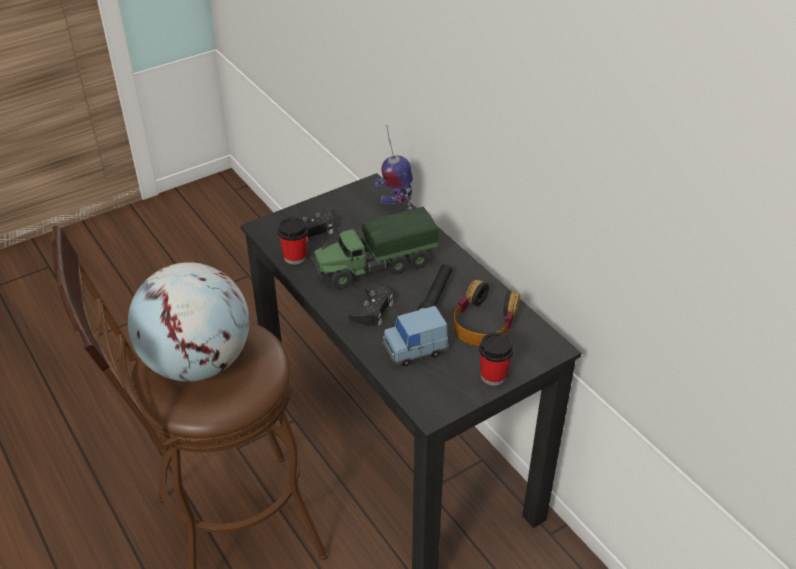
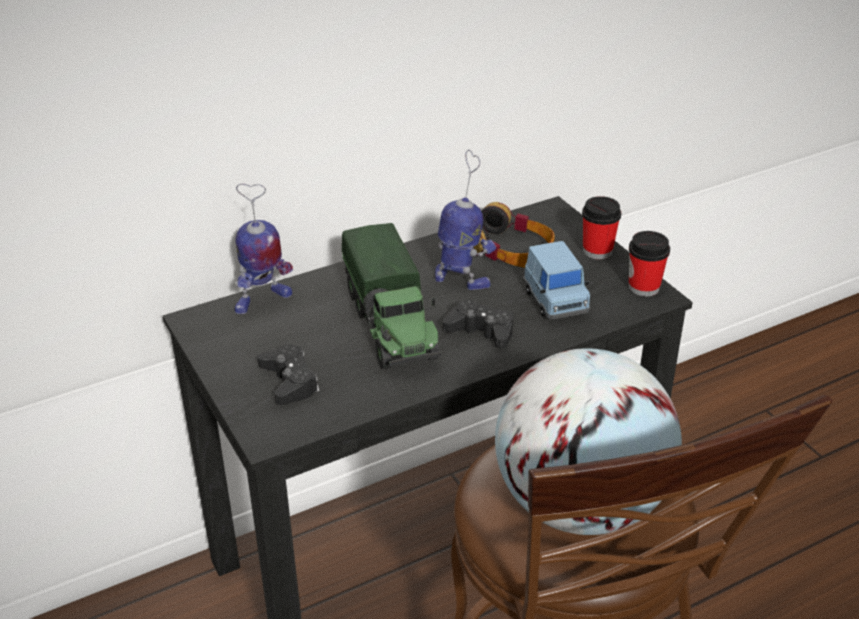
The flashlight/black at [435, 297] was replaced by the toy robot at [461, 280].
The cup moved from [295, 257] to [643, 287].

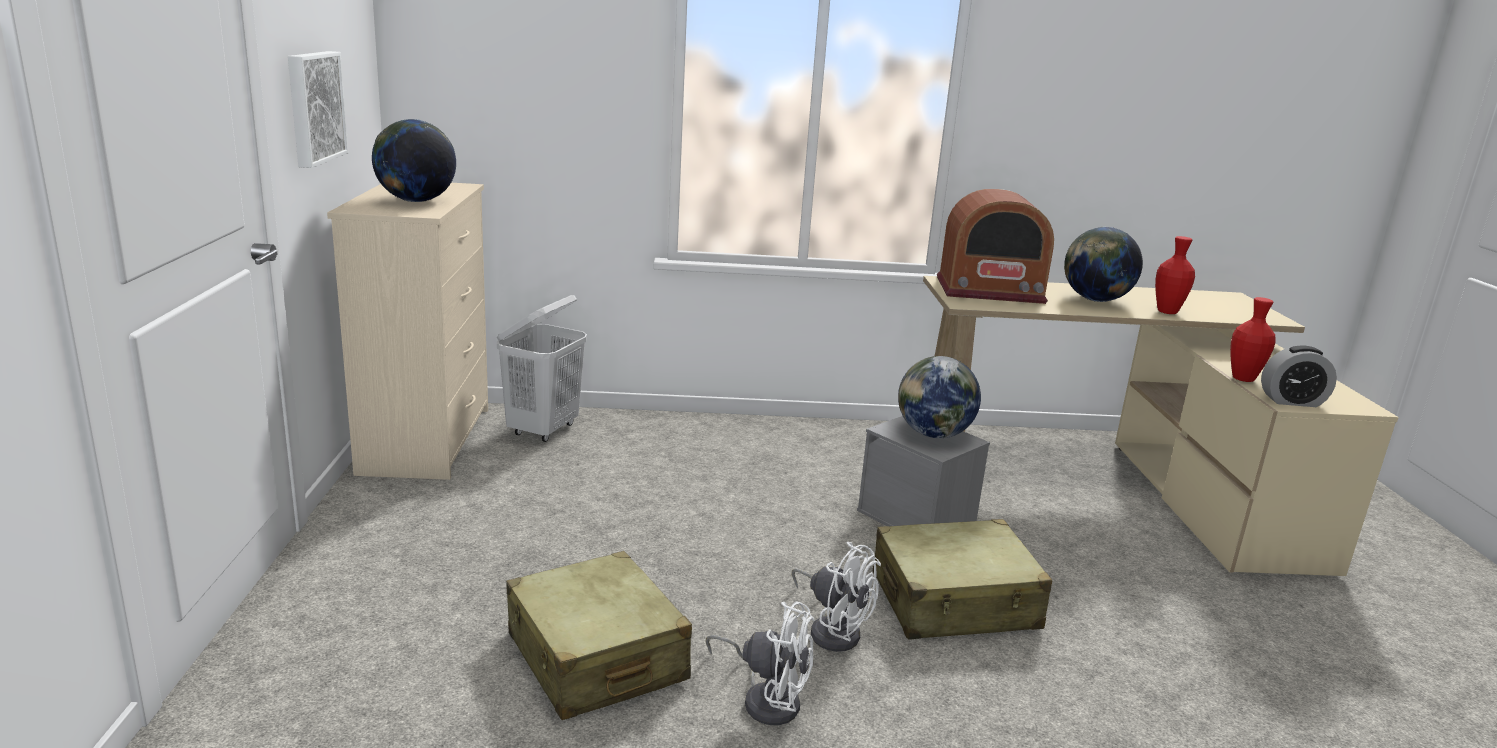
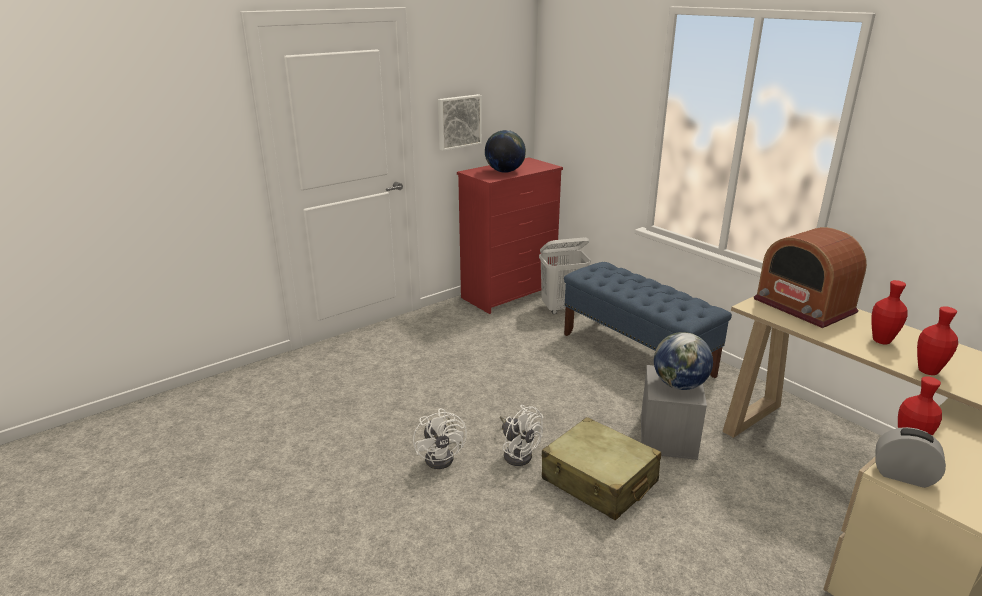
The dresser/beige at [428, 439] became the dresser/red at [510, 294].
The fan/white at [832, 630] turned 45 degrees counterclockwise.
The bench/blue at [637, 354] appeared.
The globe at [1095, 300] was replaced by the vase/red at [881, 341].
The alarm clock at [1292, 401] turned 150 degrees clockwise.
The suitcase/beige at [596, 658] disappeared.

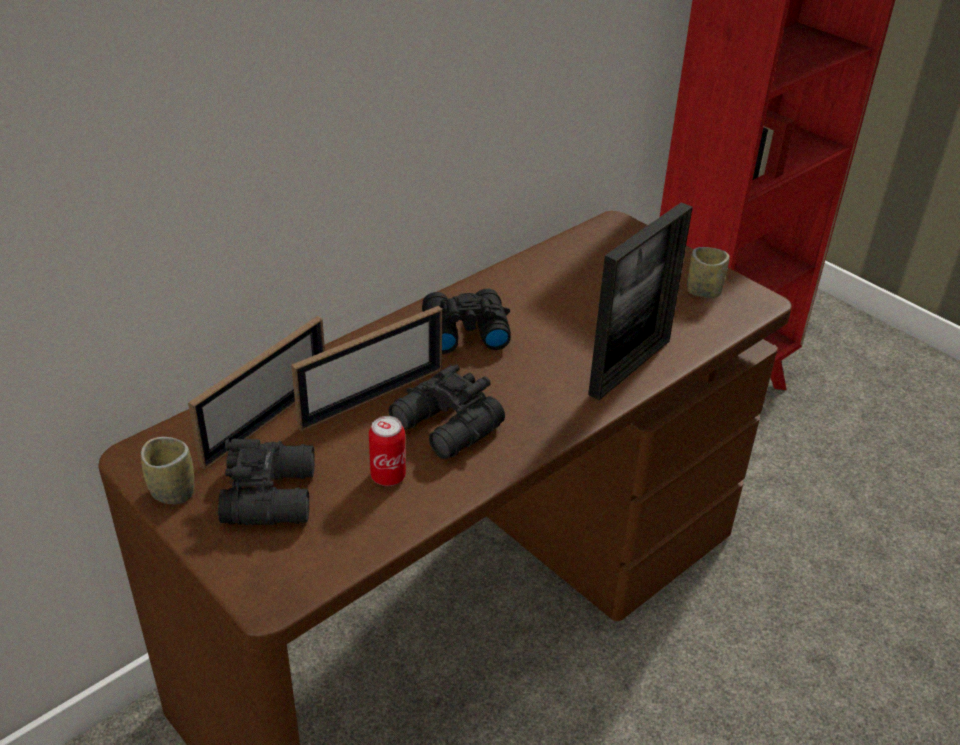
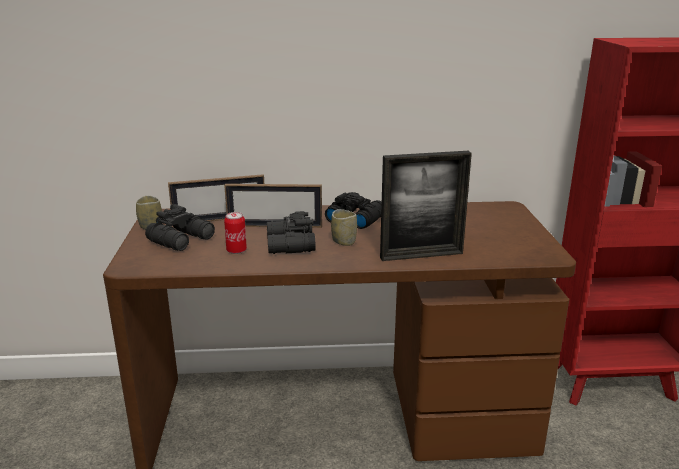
The cup moved from [703, 291] to [344, 242].

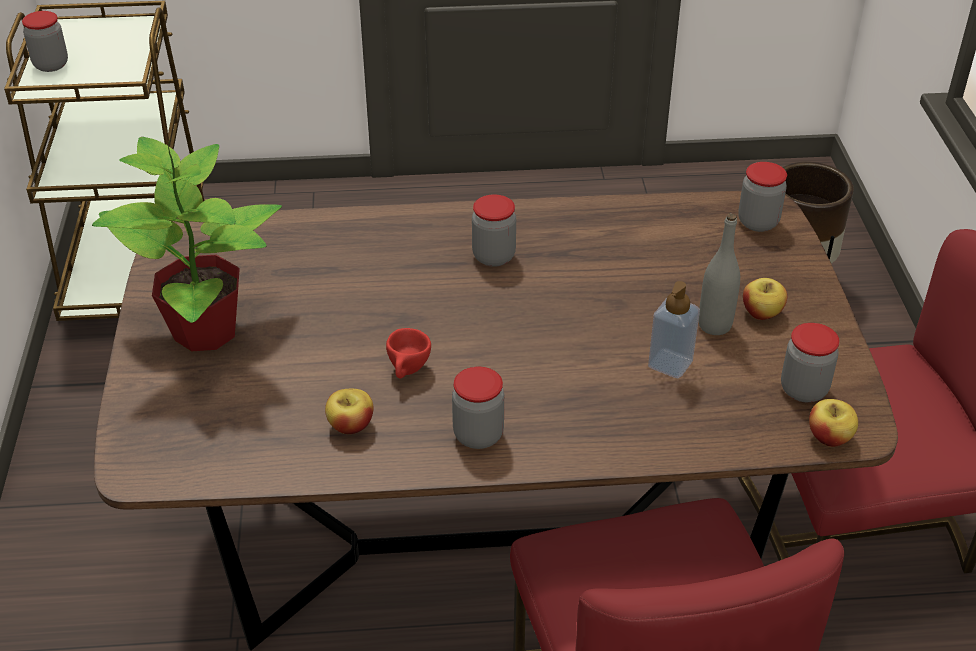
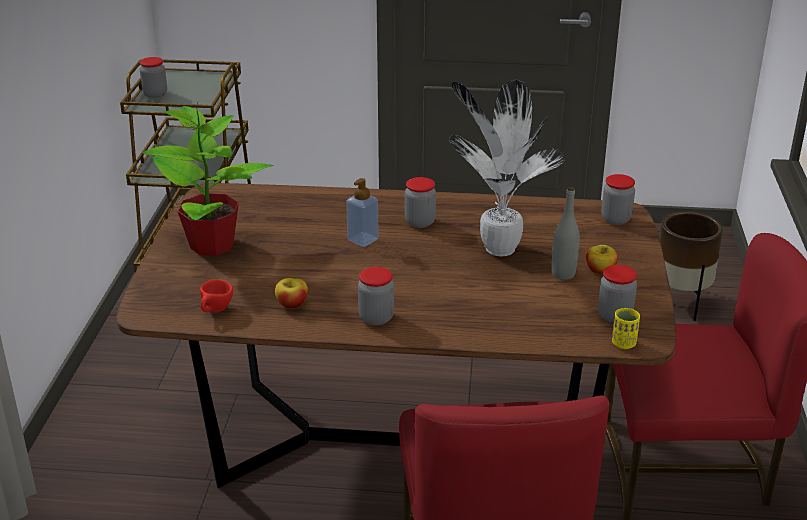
The cup/red moved from [408, 373] to [215, 312].
The soap dispenser moved from [670, 364] to [363, 240].
The potted plant at [496, 250] appeared.
The apple at [829, 437] was replaced by the cup/yellow at [623, 343].

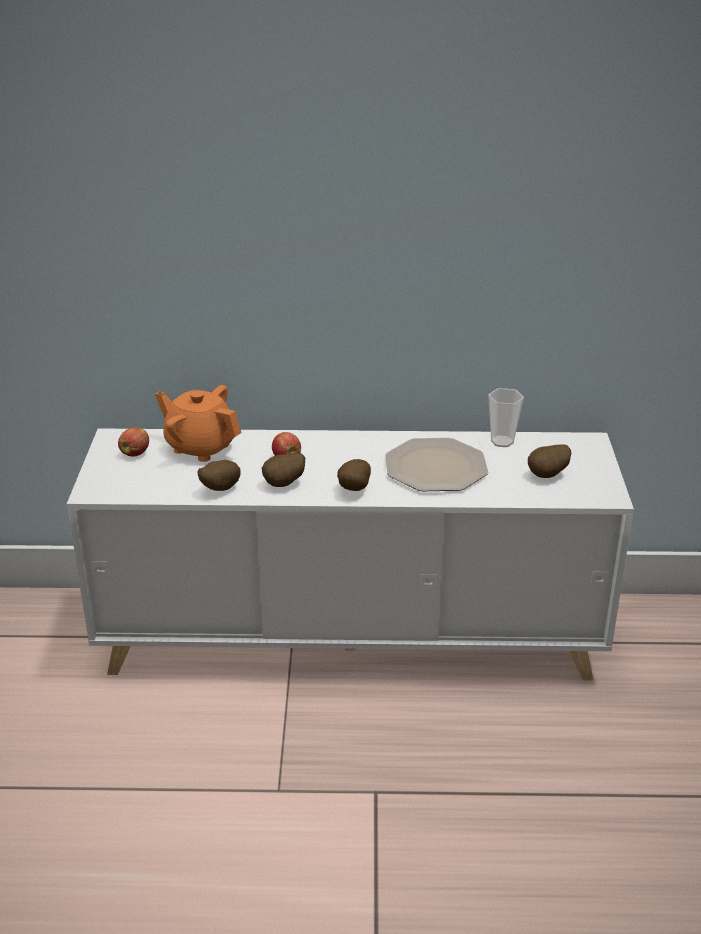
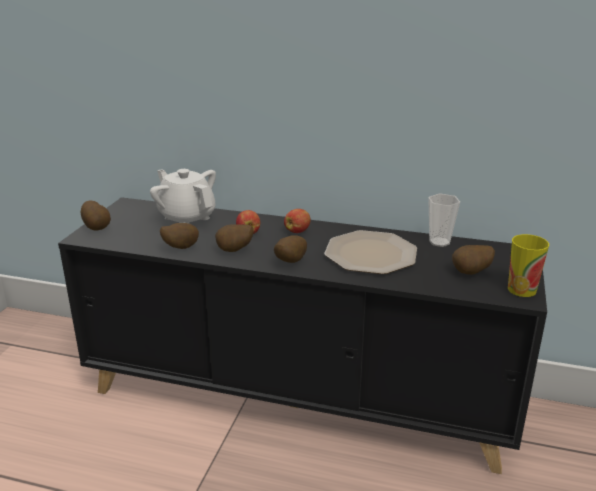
The cabinet/white at [352, 638] became the cabinet/black at [299, 397].
The potato at [97, 228] appeared.
The teapot/orange at [200, 447] became the teapot/white at [187, 217].
The apple moved from [135, 453] to [297, 231].
The cup at [521, 289] appeared.

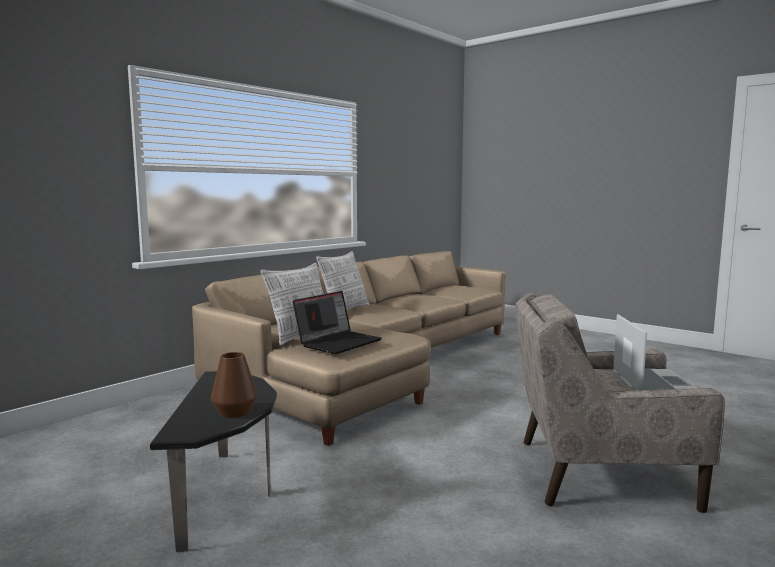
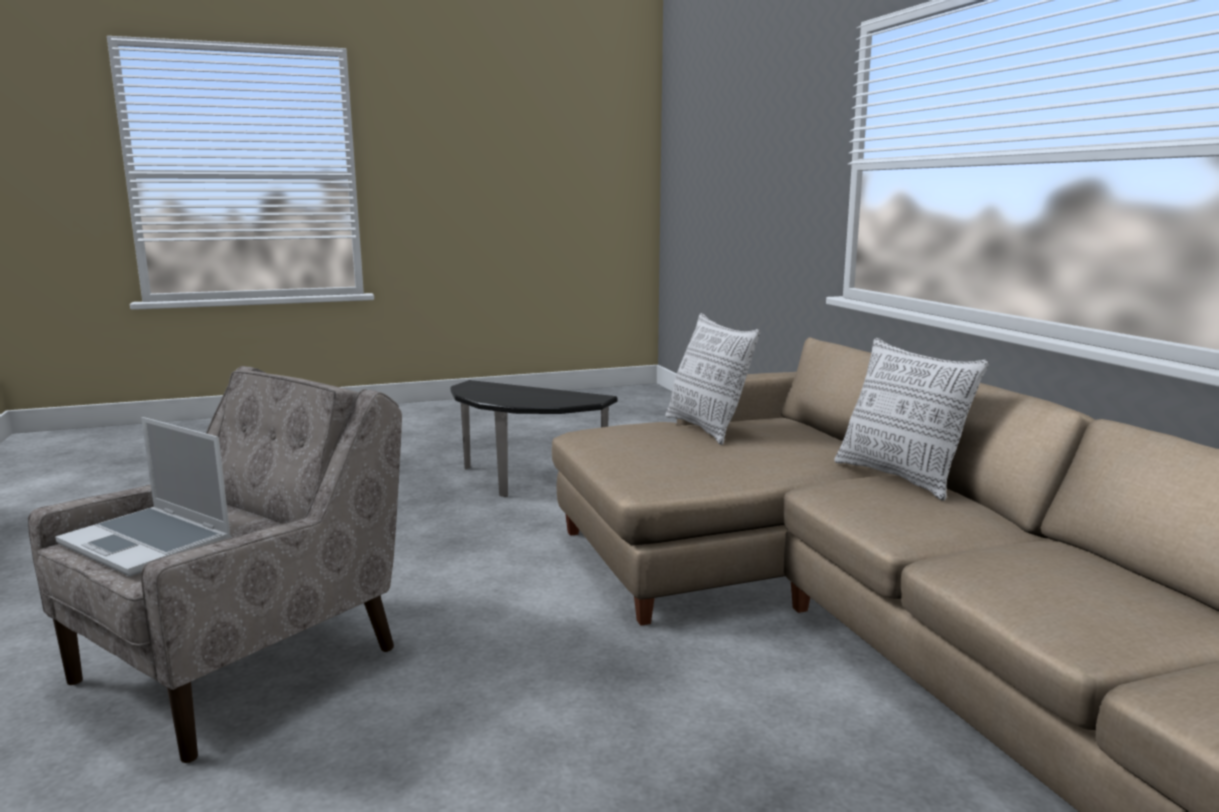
The vase/brown at [234, 412] disappeared.
The laptop at [338, 342] disappeared.

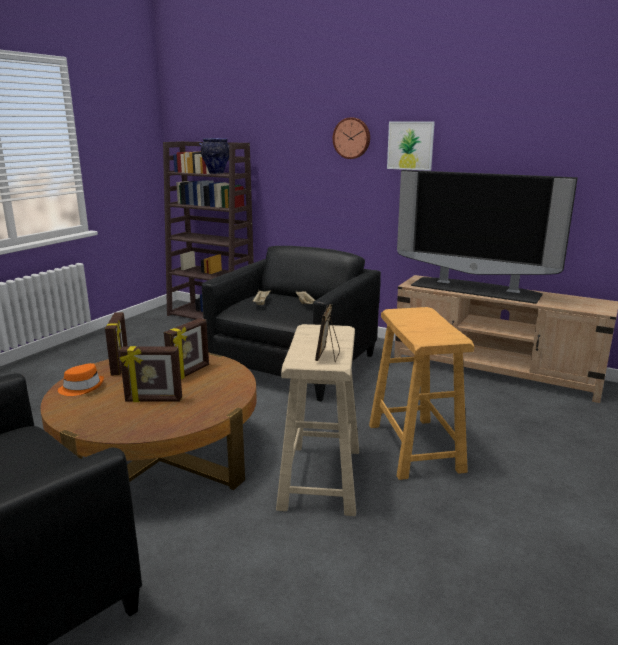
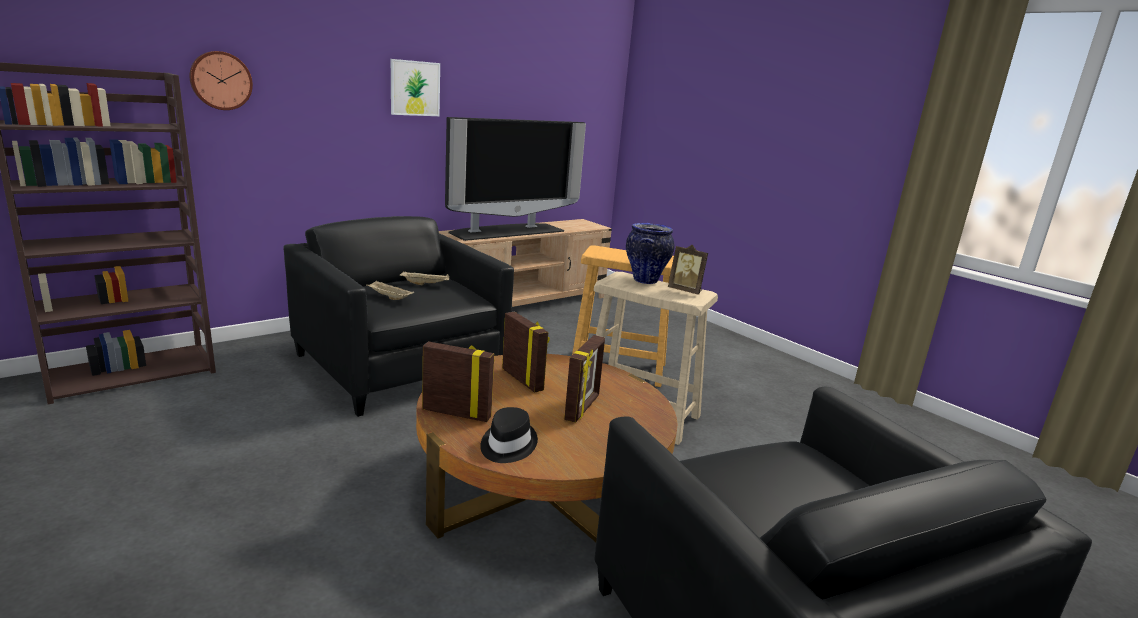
The wall clock moved from [352, 138] to [220, 80].
The hat/orange at [82, 387] became the hat/black at [507, 445].
The vase moved from [216, 173] to [645, 280].

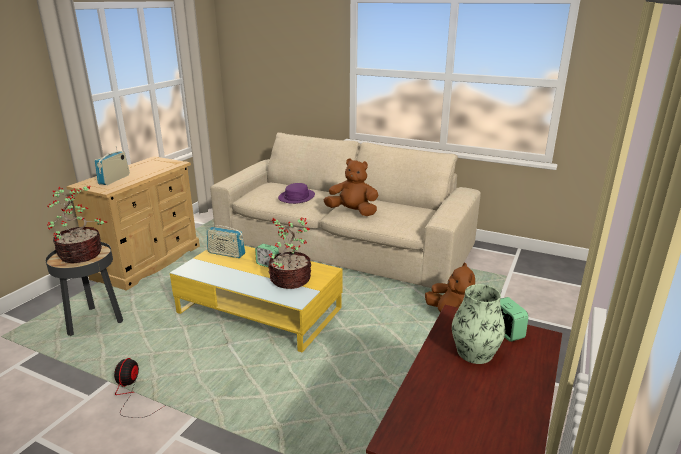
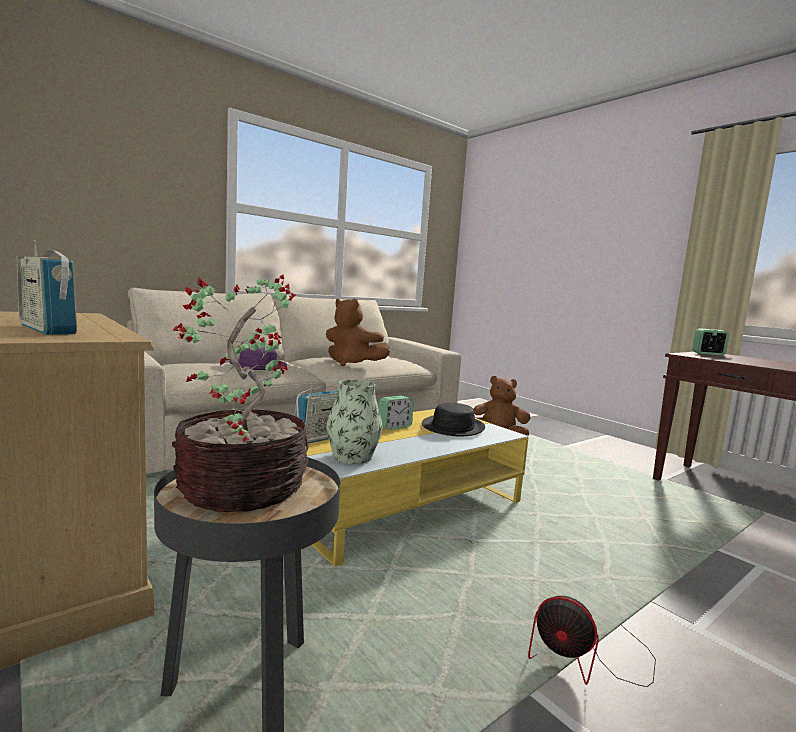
The plush toy/brown at [352, 212] turned 105 degrees counterclockwise.
The vase moved from [474, 352] to [352, 457].
The potted plant at [289, 280] was replaced by the hat/black at [453, 427].

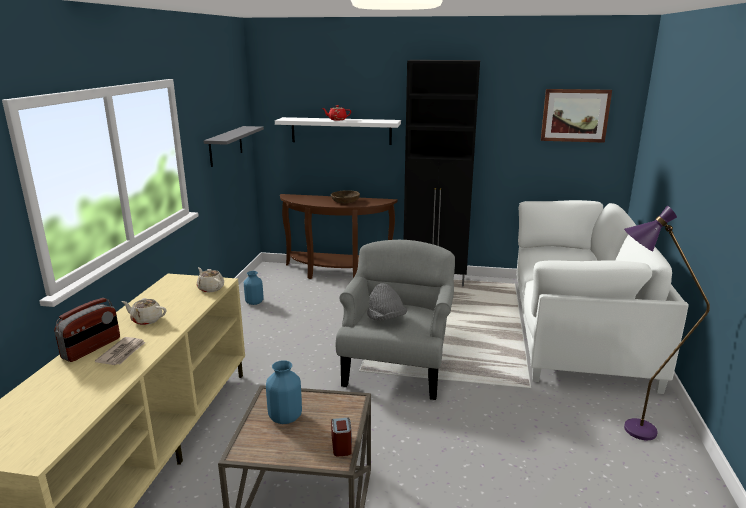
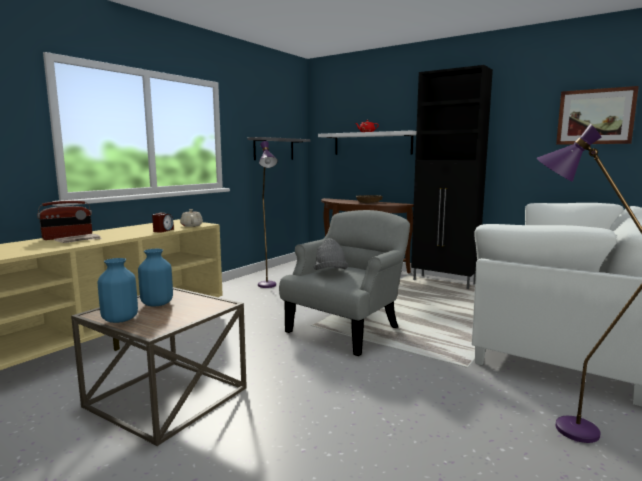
The vase/blue moved from [254, 302] to [120, 319].
The alarm clock moved from [341, 445] to [163, 230].
The floor lamp/purple at [268, 287] appeared.
The teapot/beige at [146, 320] disappeared.

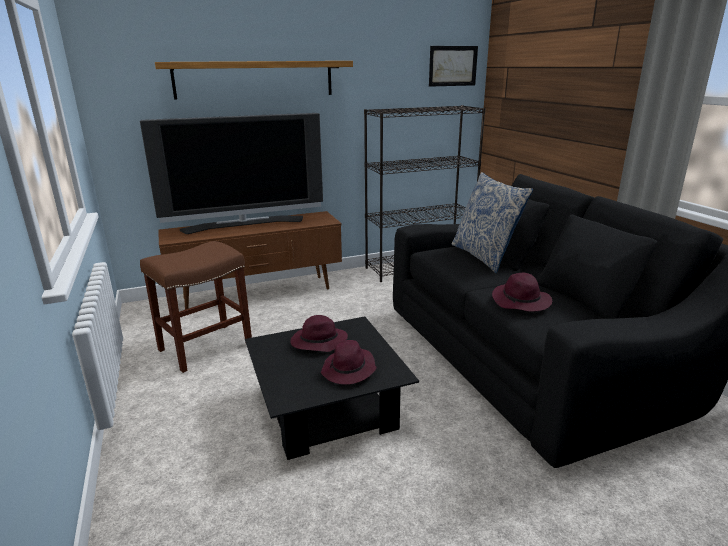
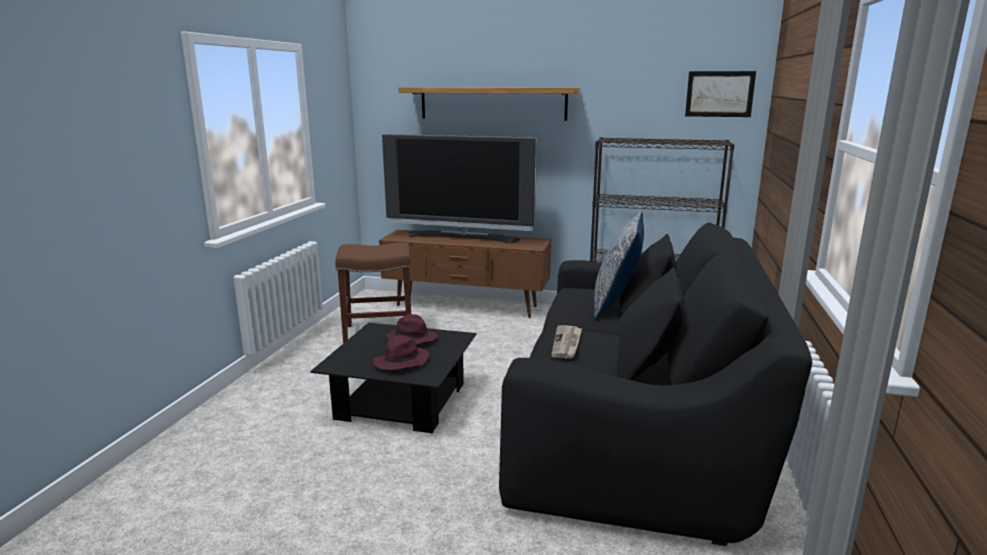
The hat/purple at [521, 301] was replaced by the newspaper at [567, 343].

